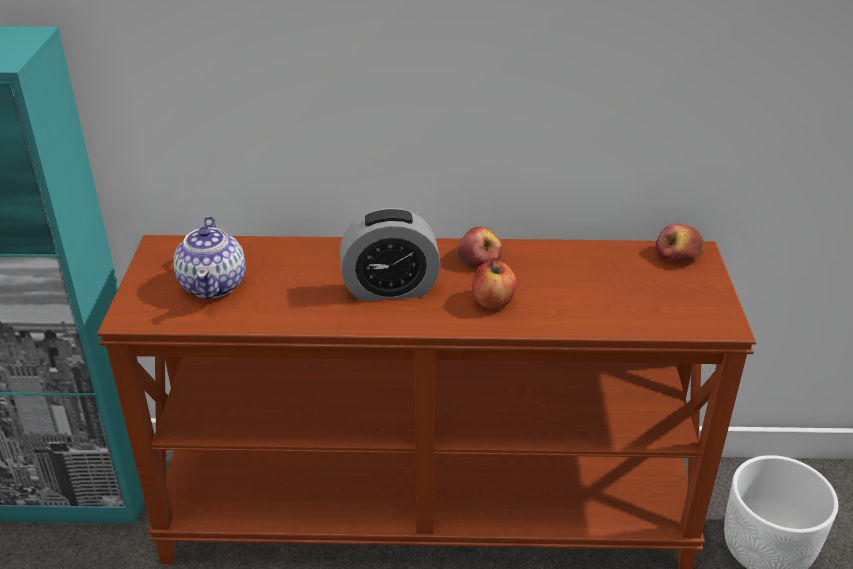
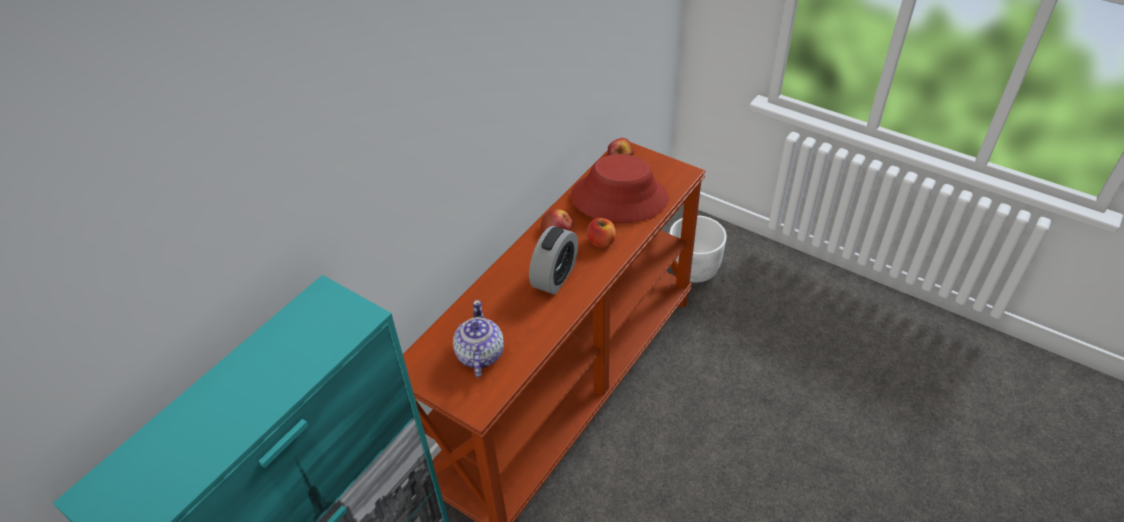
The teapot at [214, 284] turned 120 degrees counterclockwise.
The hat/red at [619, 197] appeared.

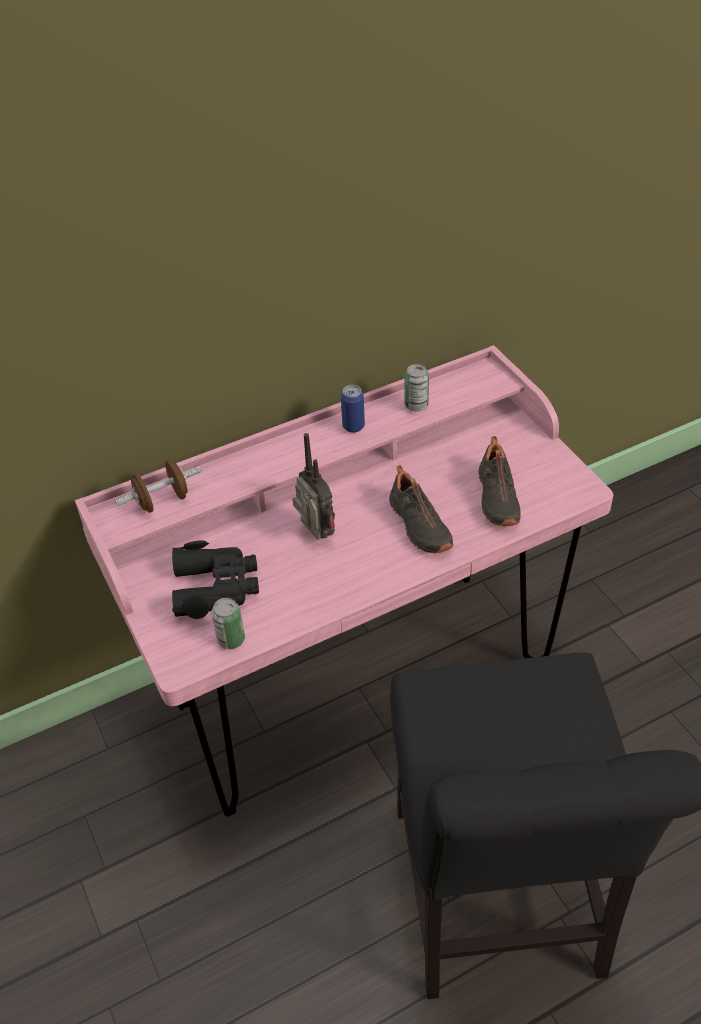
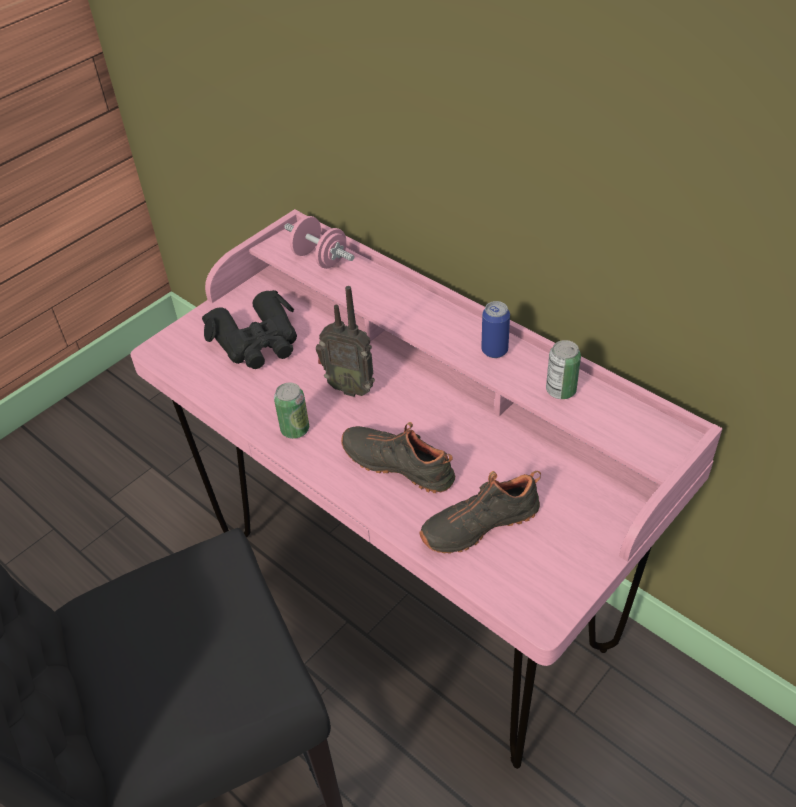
The can moved from [231, 639] to [295, 430].
The dumbbell/brown at [162, 501] became the dumbbell/pink at [320, 259].
The radio at [315, 535] turned 75 degrees clockwise.
The shoe/black at [418, 526] turned 75 degrees clockwise.

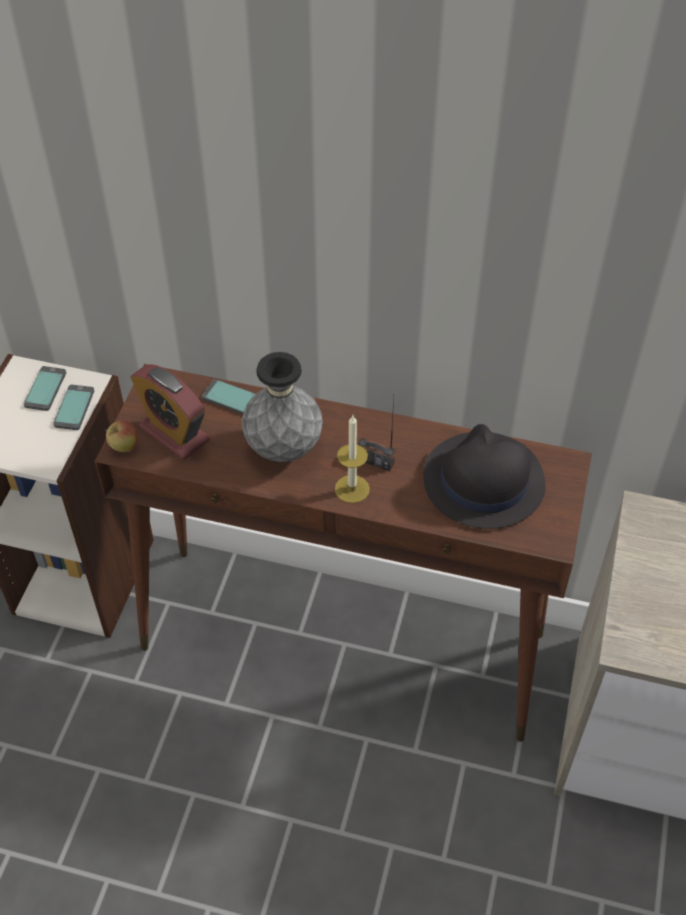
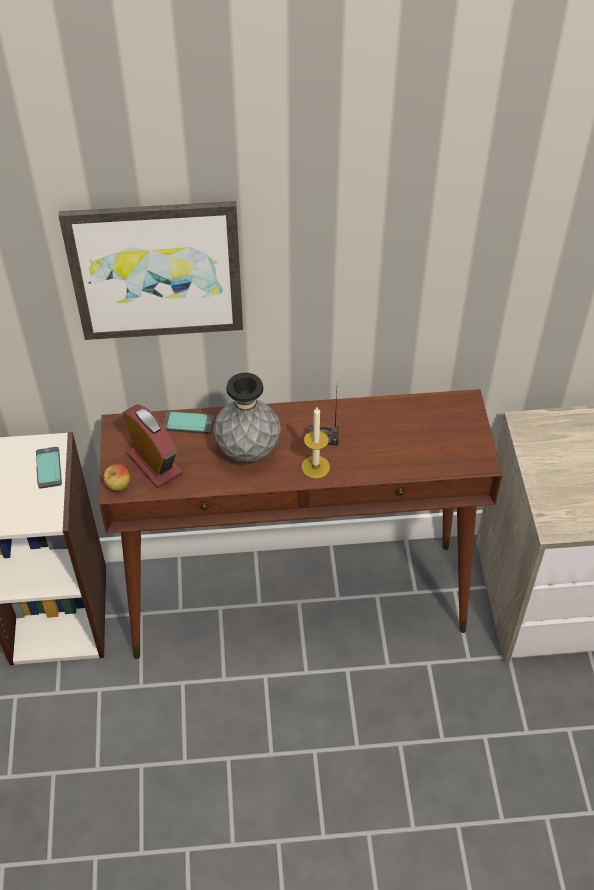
The picture at [156, 270] appeared.
The alarm clock at [174, 434] turned 150 degrees counterclockwise.
The phone at [45, 389] disappeared.
The hat/black at [482, 481] disappeared.

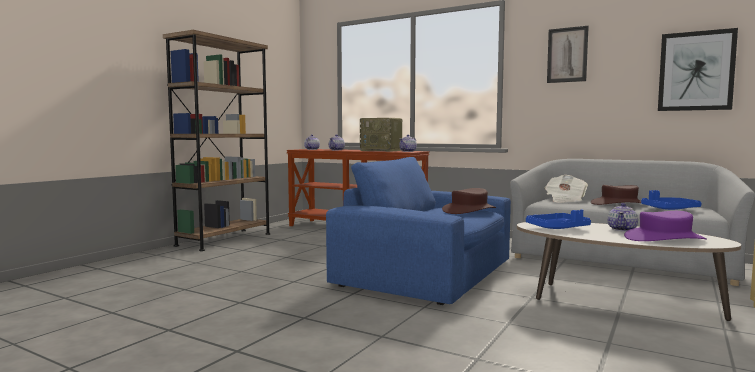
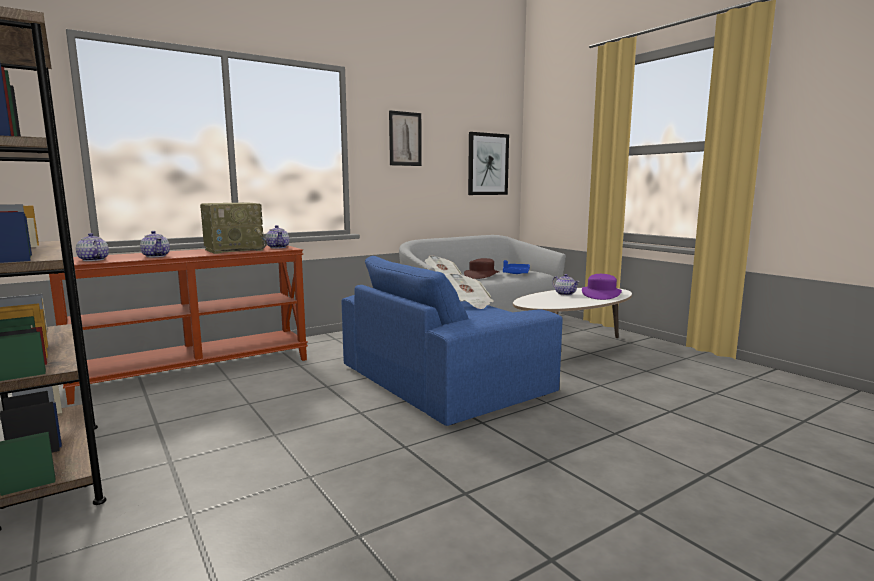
The hat/brown at [469, 210] was replaced by the newspaper at [468, 304].
The tray/blue at [557, 228] disappeared.

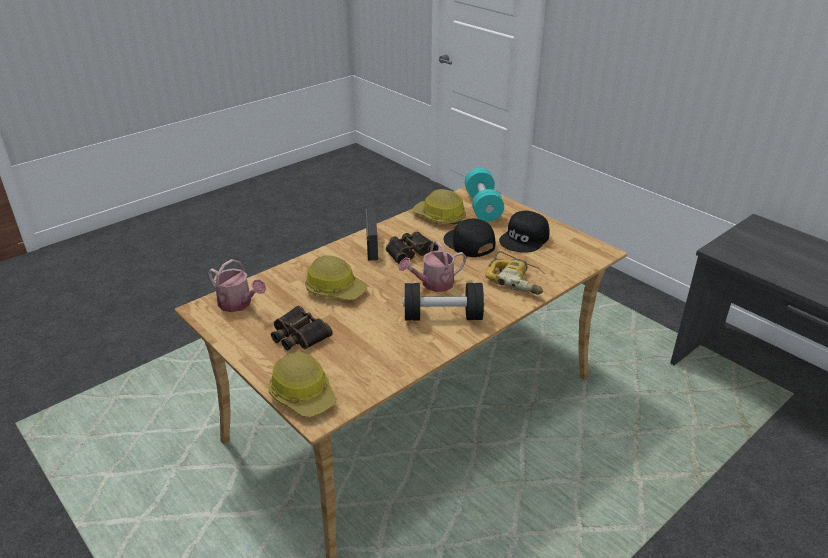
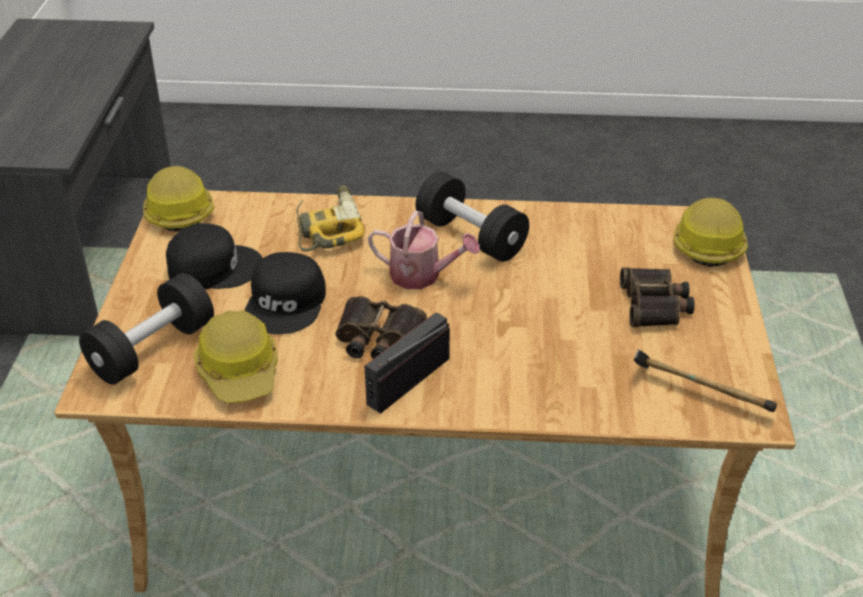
The dumbbell/turquoise at [483, 207] became the dumbbell/black at [152, 349].
The hard hat moved from [335, 289] to [178, 211].
The watering can at [238, 304] was replaced by the hammer at [696, 392].

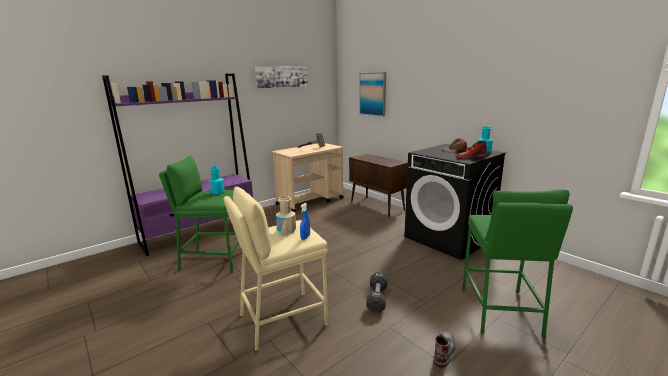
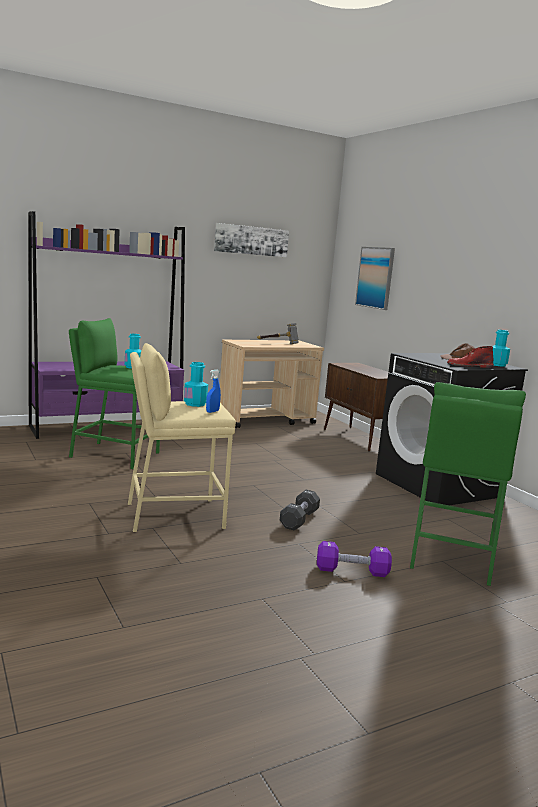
The bottle/beige at [286, 230] became the bottle/turquoise at [195, 404].
The boot/grey at [444, 350] was replaced by the dumbbell/purple at [352, 571].

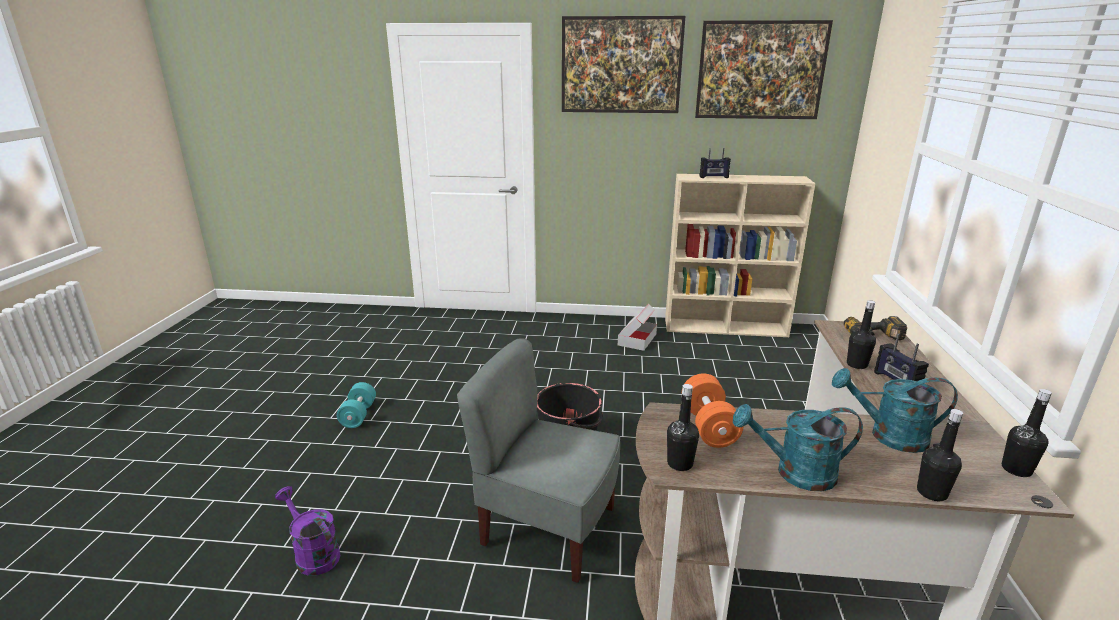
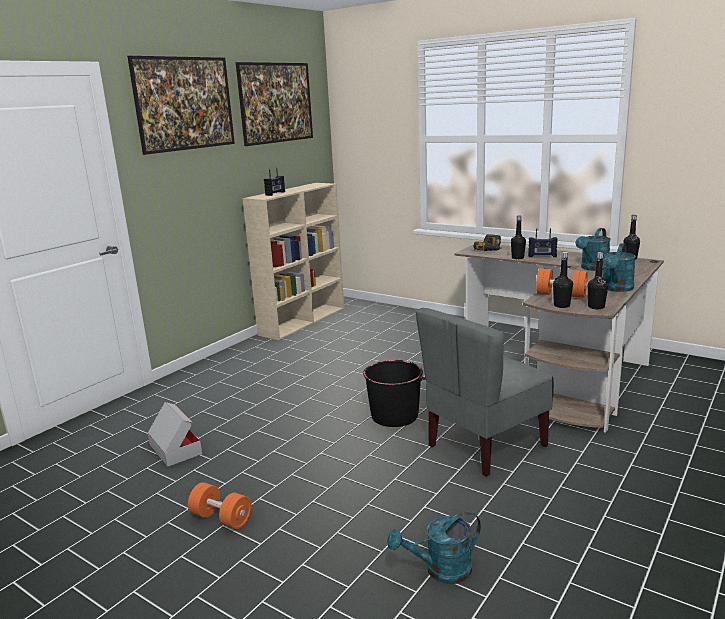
The cardboard box moved from [637, 339] to [175, 449].
The dumbbell/turquoise at [358, 415] became the dumbbell/orange at [221, 518].
The watering can/purple at [313, 554] became the watering can/turquoise at [440, 571].
The bottle/black moved from [931, 493] to [561, 305].

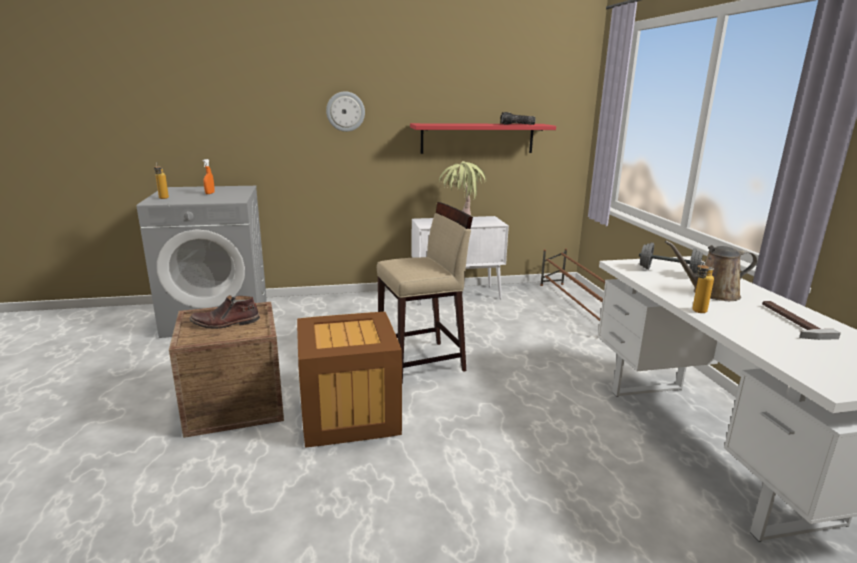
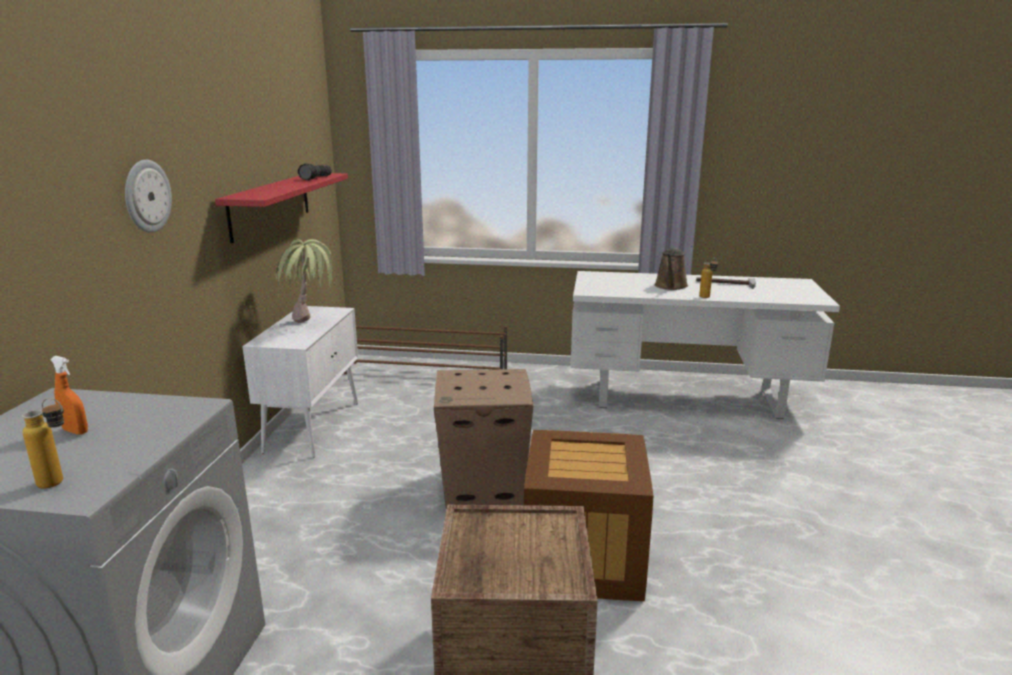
The stool/beige at [422, 362] was replaced by the cardboard box at [485, 488].
The boot/brown at [225, 323] disappeared.
The dumbbell/grey at [668, 272] disappeared.

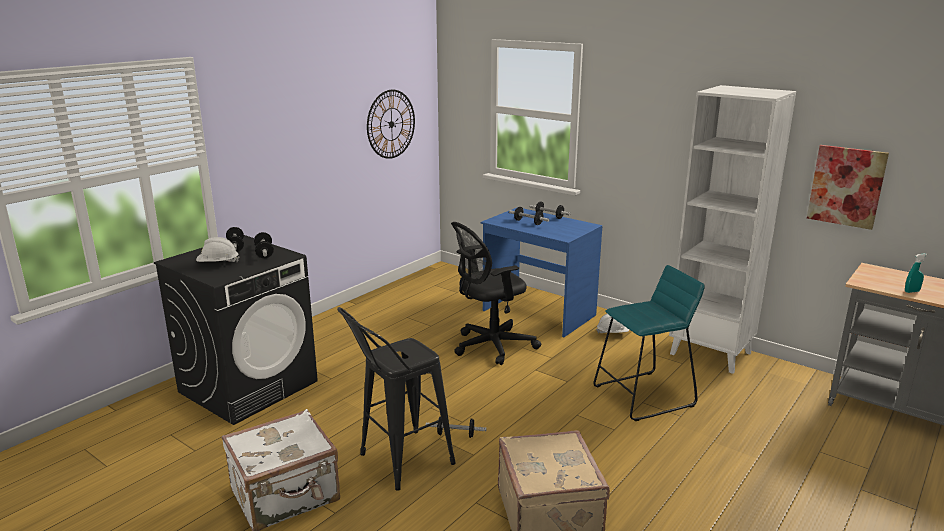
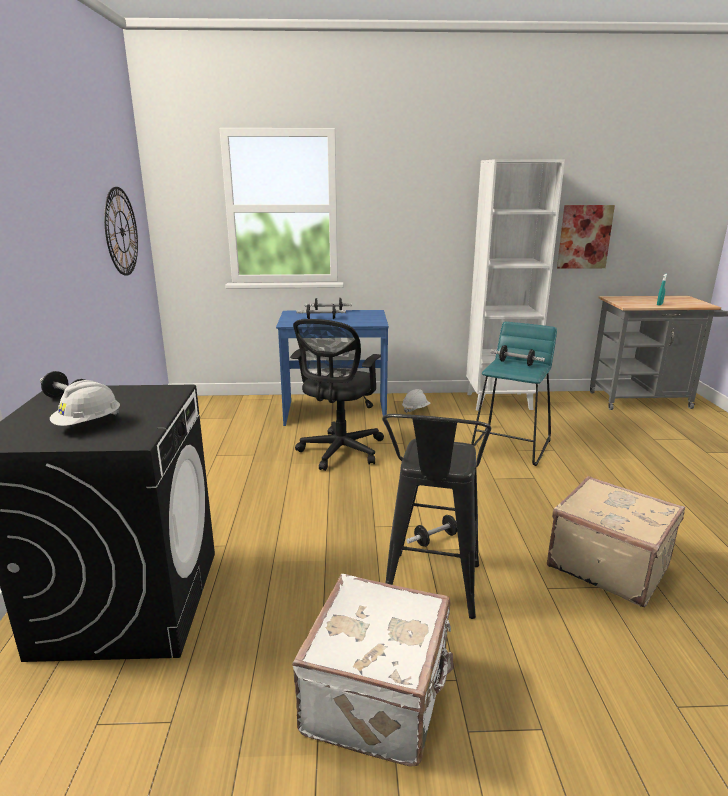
The dumbbell moved from [264, 253] to [516, 363].

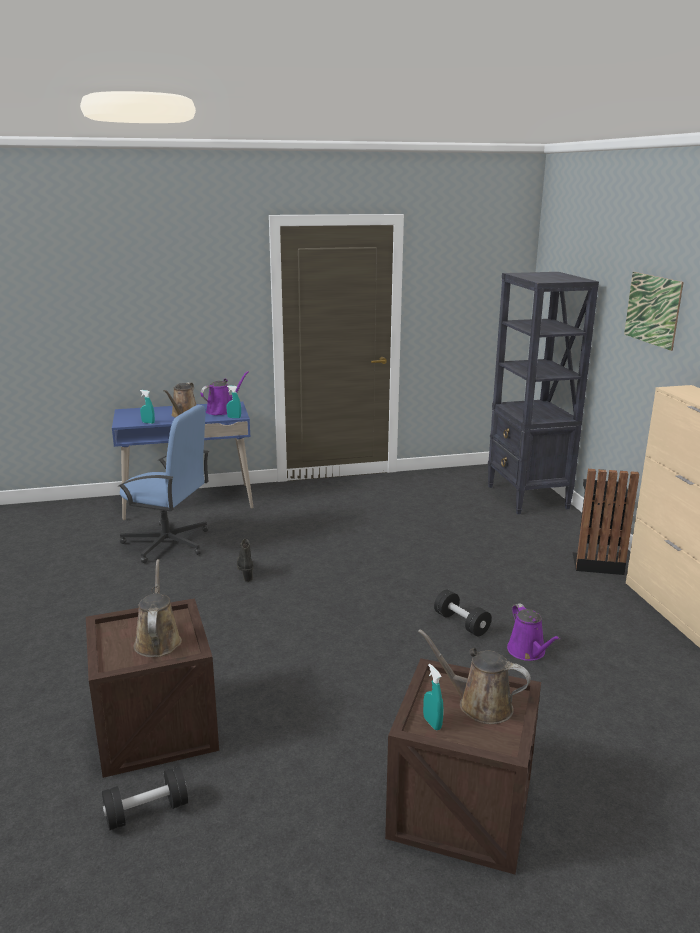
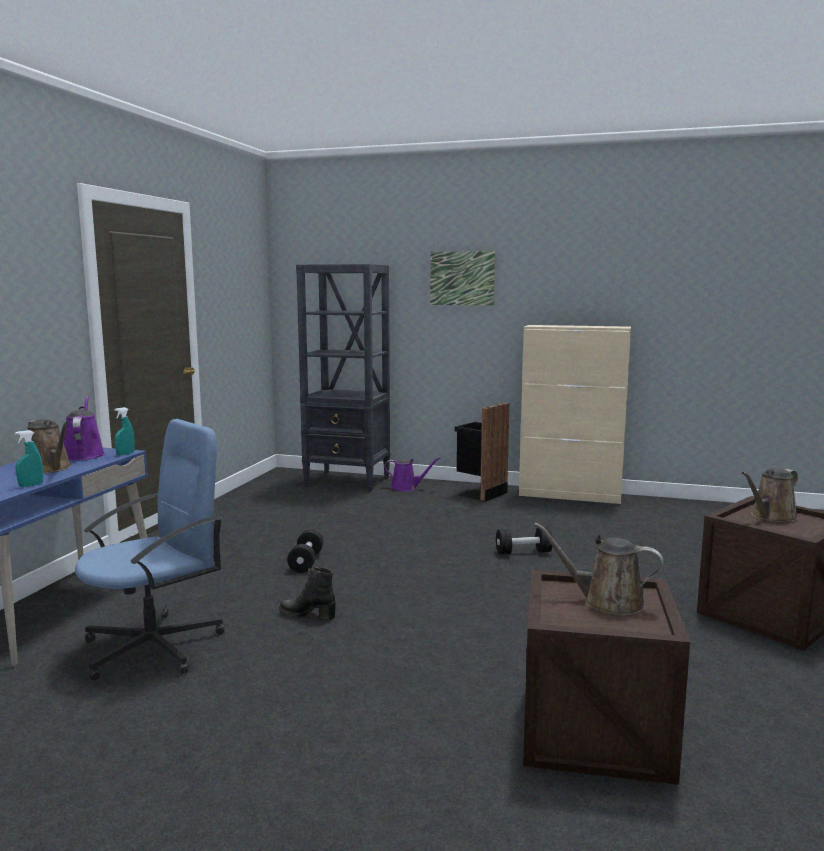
The dumbbell/black moved from [147, 811] to [306, 562].
The watering can/purple moved from [528, 652] to [406, 488].
The spray bottle/turquoise at [432, 723] disappeared.

